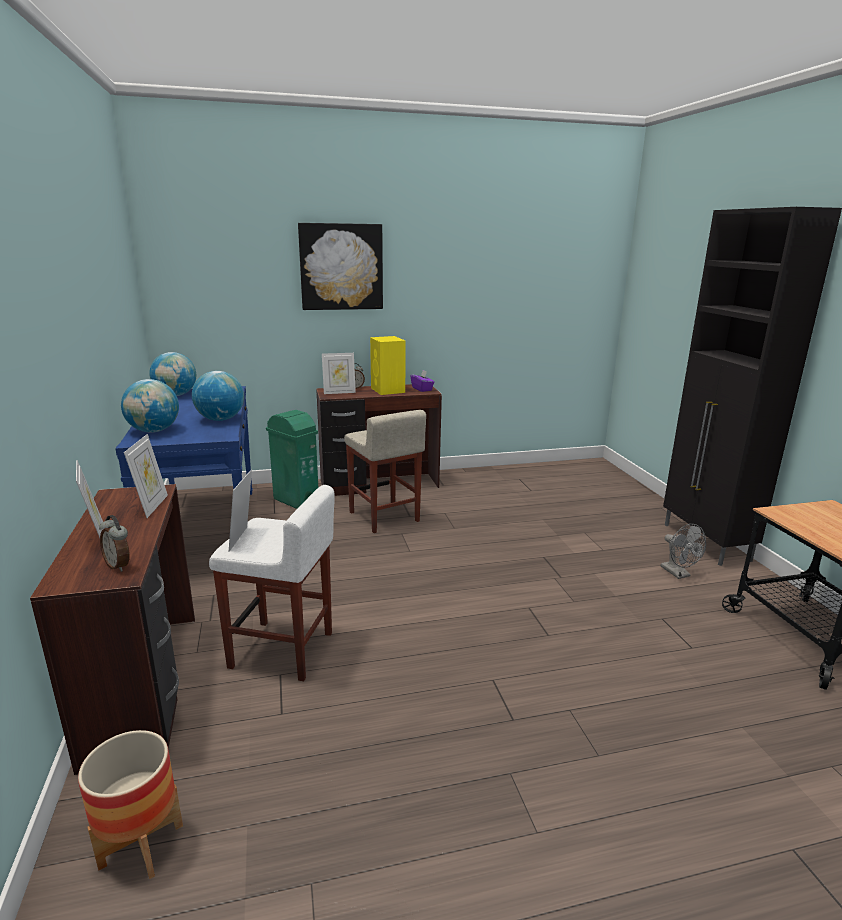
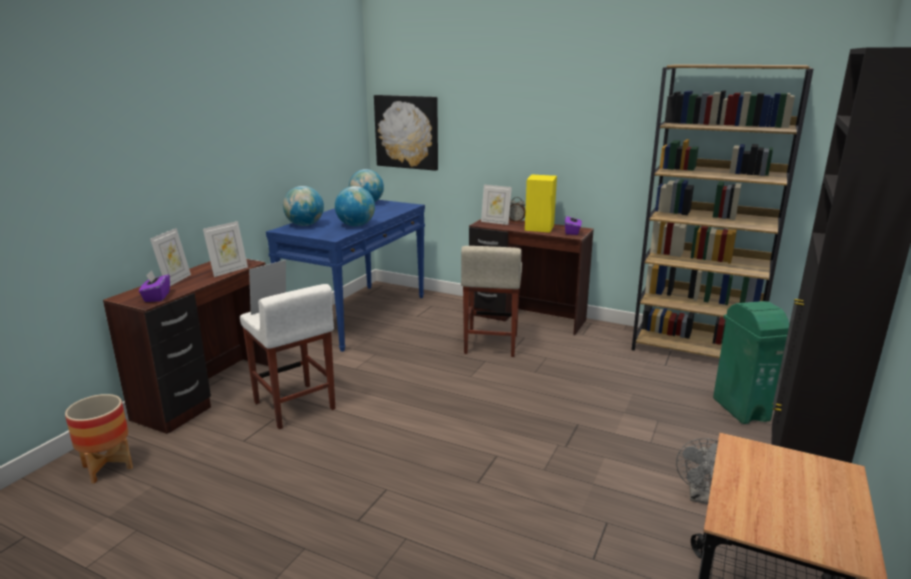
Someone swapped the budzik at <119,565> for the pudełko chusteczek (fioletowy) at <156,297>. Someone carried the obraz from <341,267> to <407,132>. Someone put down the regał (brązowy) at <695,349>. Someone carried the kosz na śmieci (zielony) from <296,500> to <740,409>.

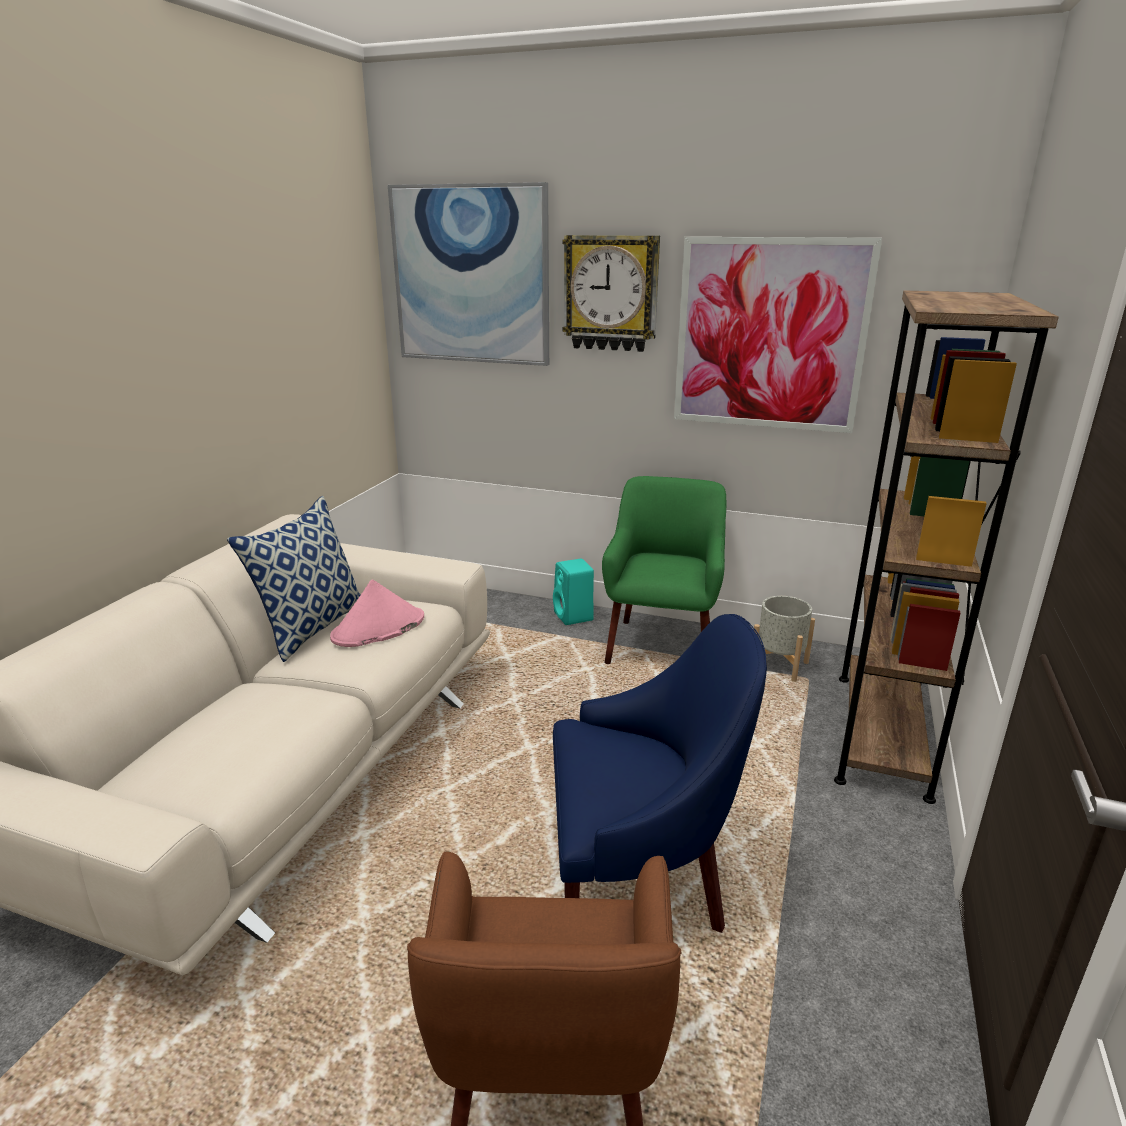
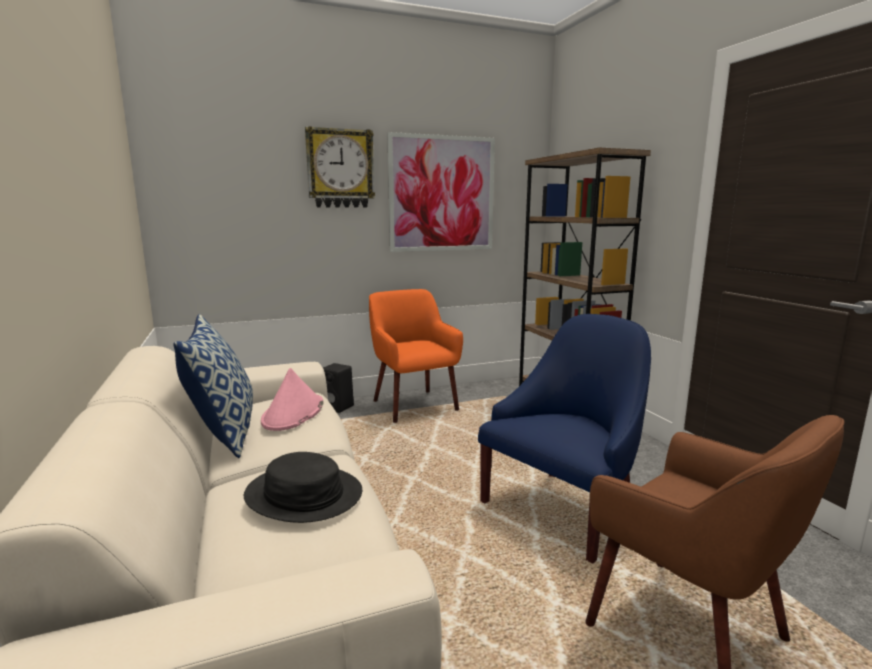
Someone put down the kapelusz (czarny) at <303,495>. Someone repainted the głośnik (turkusowy) at <574,617>, which became the głośnik (czarny) at <338,407>. Someone repainted the fotel (zielony) at <661,646>, which became the fotel (pomarańczowy) at <413,405>. Someone took away the obraz at <471,275>. Someone took away the donica (szary) at <779,666>.

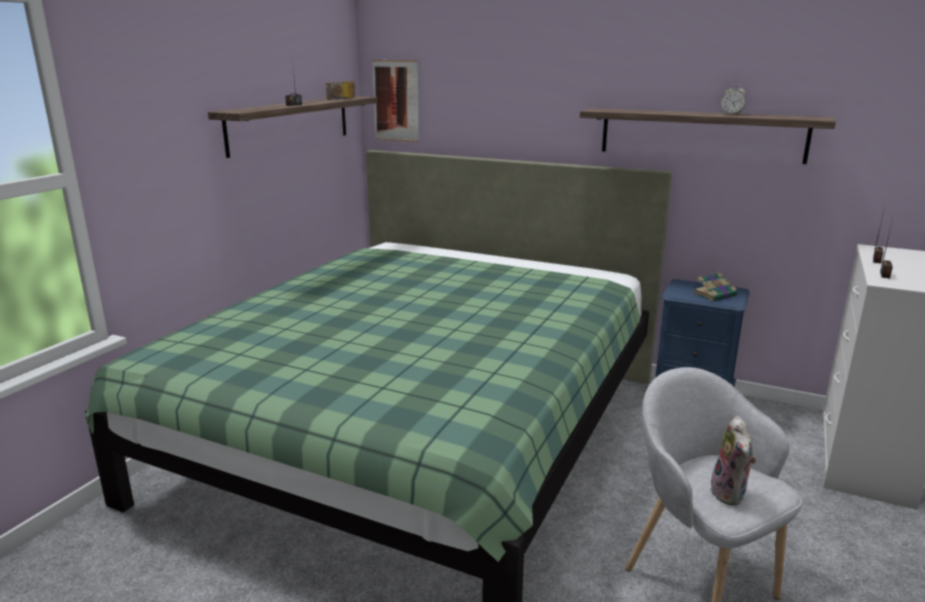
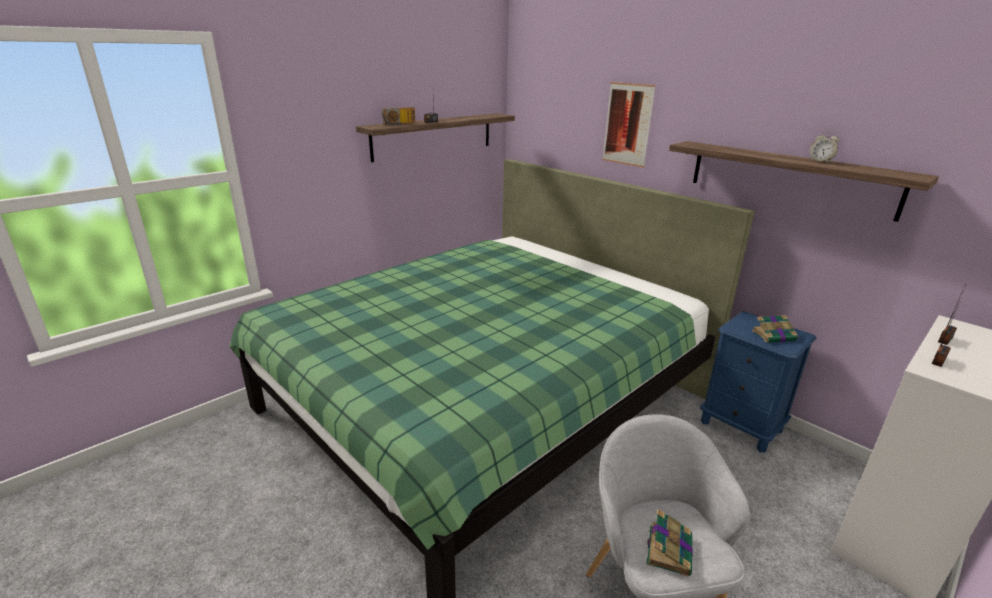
Someone carried the radio from <342,98> to <399,124>. Someone carried the obraz from <396,101> to <628,124>. Someone swapped the pluszak at <730,494> for the książka at <669,549>.

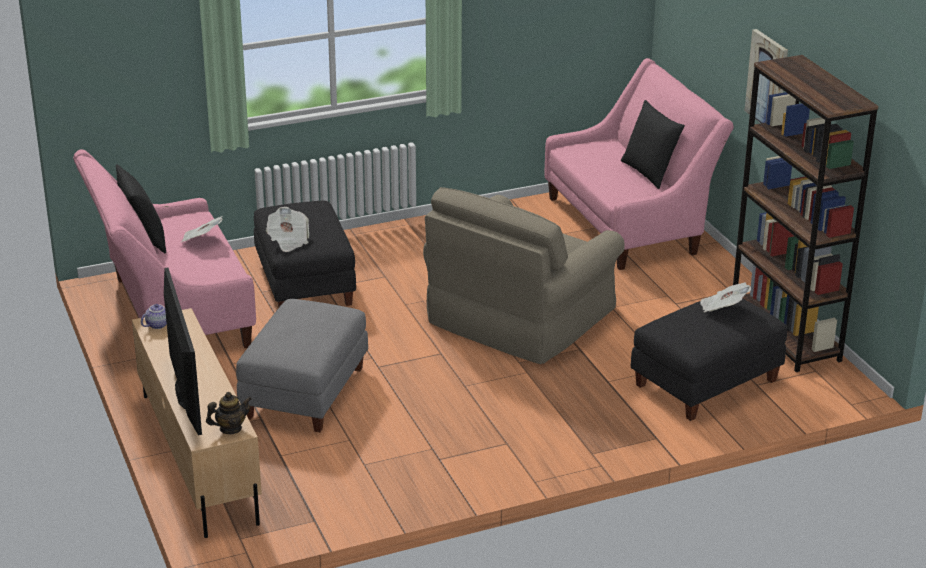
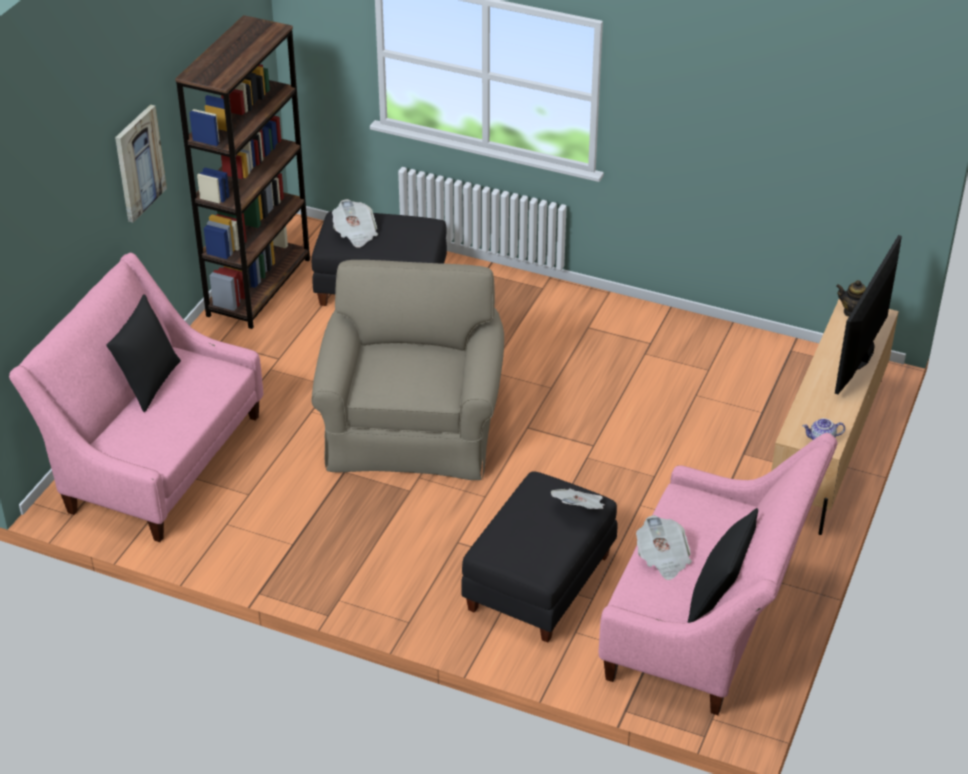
Someone rotated the fotel (beżowy) at <519,316> by 75 degrees counterclockwise. Someone took away the pufa (szary) at <304,392>.

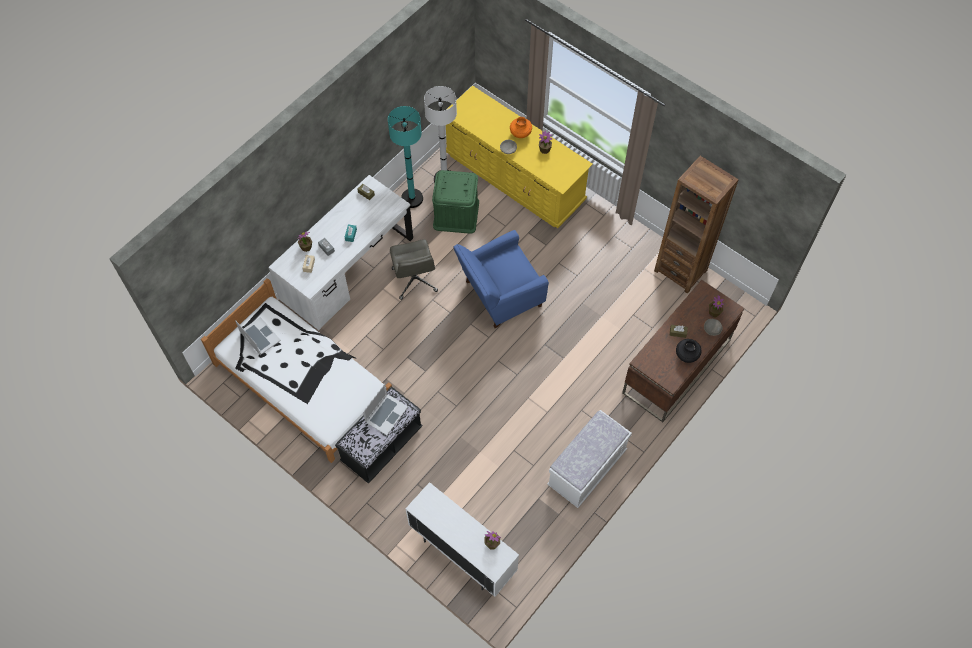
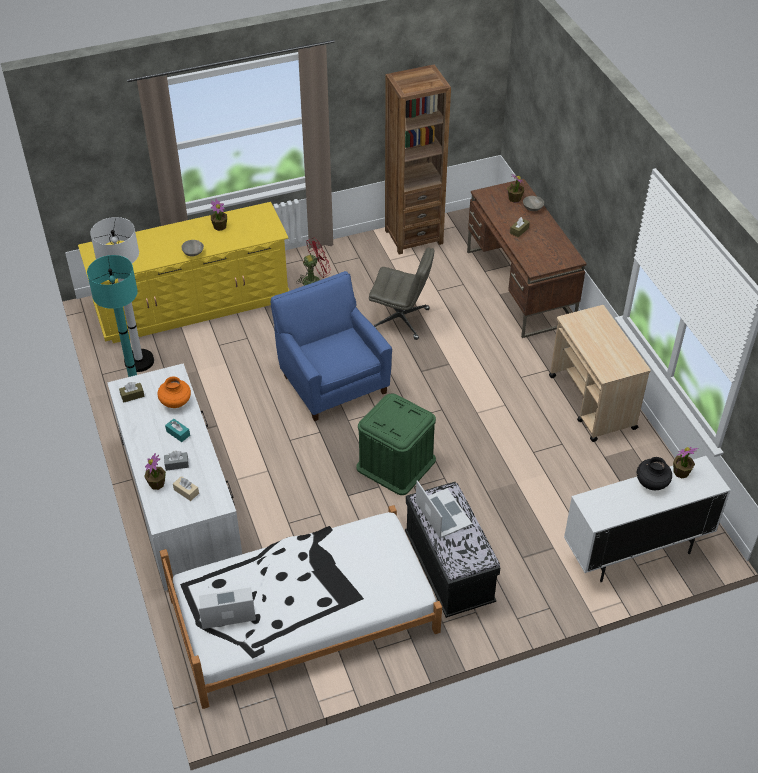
Someone carried the wazon (pomarańczowy) from <520,133> to <176,402>. Someone rotated the fotel (niebieski) at <499,295> by 150 degrees clockwise. Someone put down the wentylator (czerwony) at <315,280>. Someone carried the pojemnik do przechowywania (zielony) from <456,214> to <396,464>. Someone carried the krzesło biurowe (szary) from <415,280> to <401,320>. Someone swapped the ławka (biały) at <587,468> for the wózek (beżowy) at <592,403>. Someone carried the wazon (czarny) from <686,355> to <652,483>.

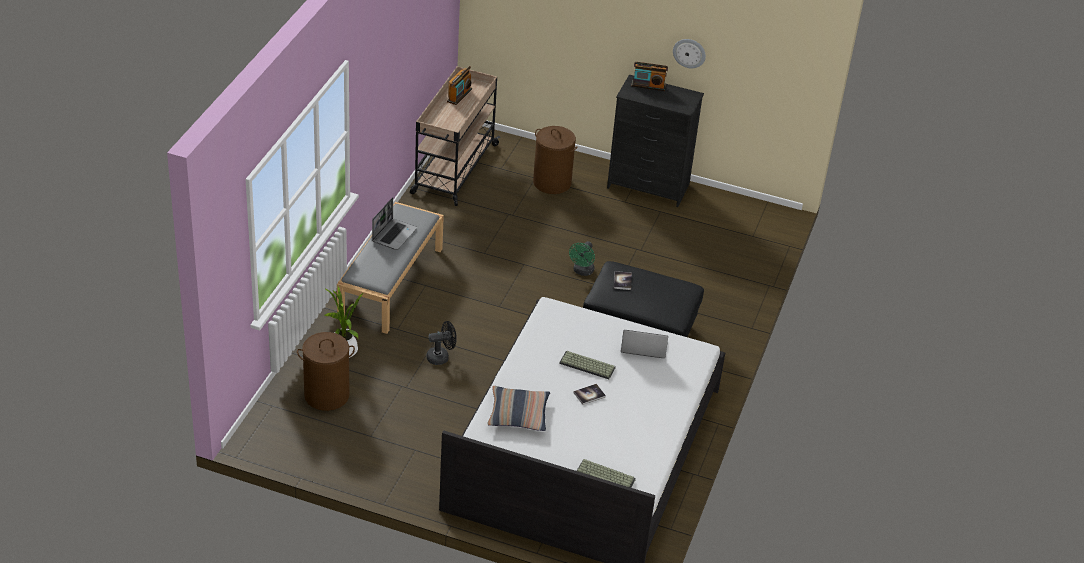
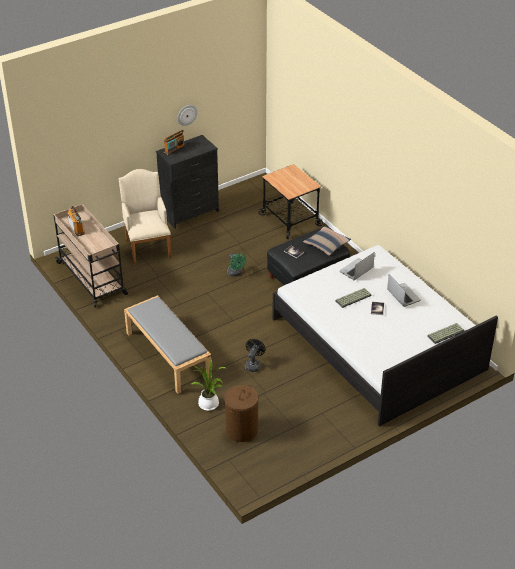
Someone swapped the kosz na pranie (brązowy) at <552,183> for the fotel (beżowy) at <147,246>. Someone put down the wózek at <290,220>. Someone carried the poduszka from <518,414> to <326,244>. Someone carried the laptop from <394,235> to <403,295>.

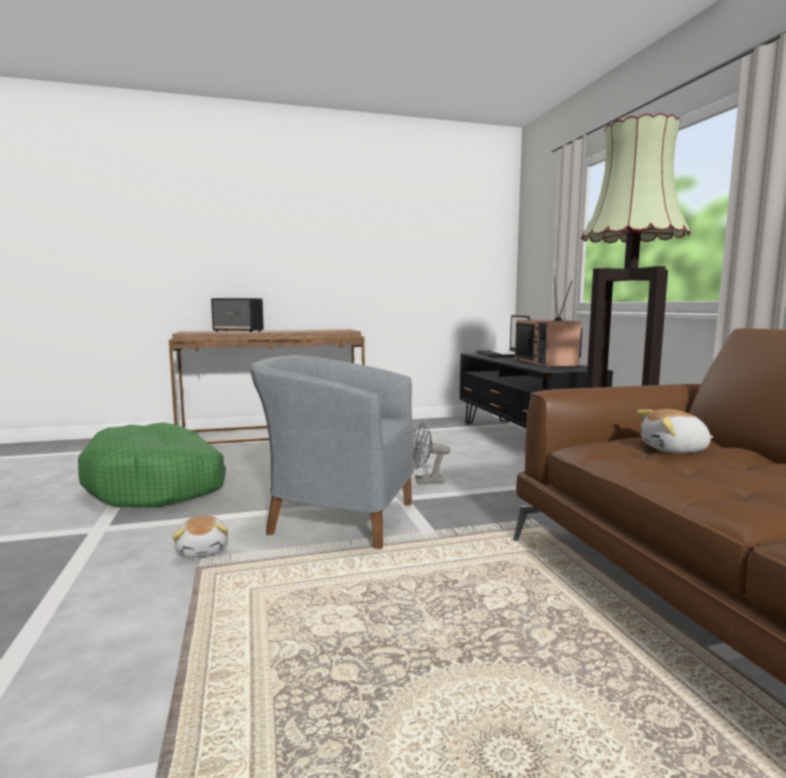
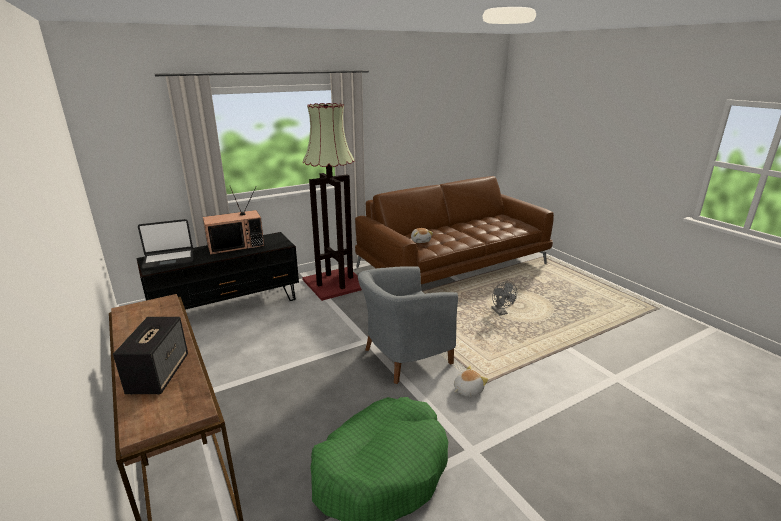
Someone rotated the fotel (szary) at <336,517> by 60 degrees clockwise. Someone carried the wentylator (szary) from <424,481> to <501,312>.

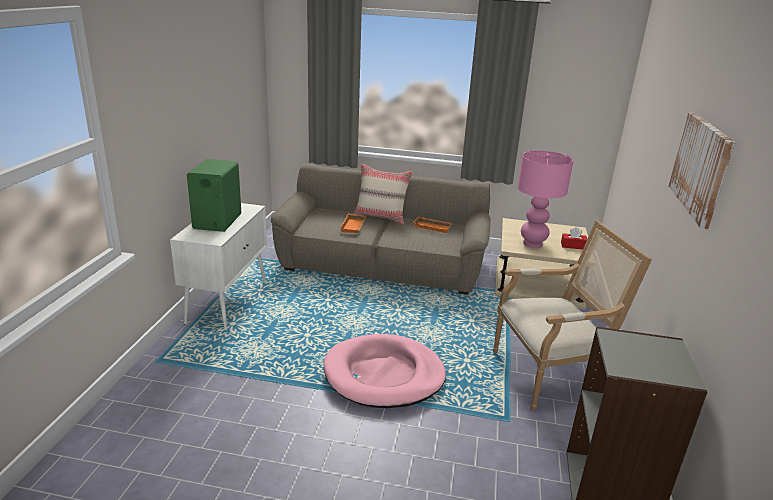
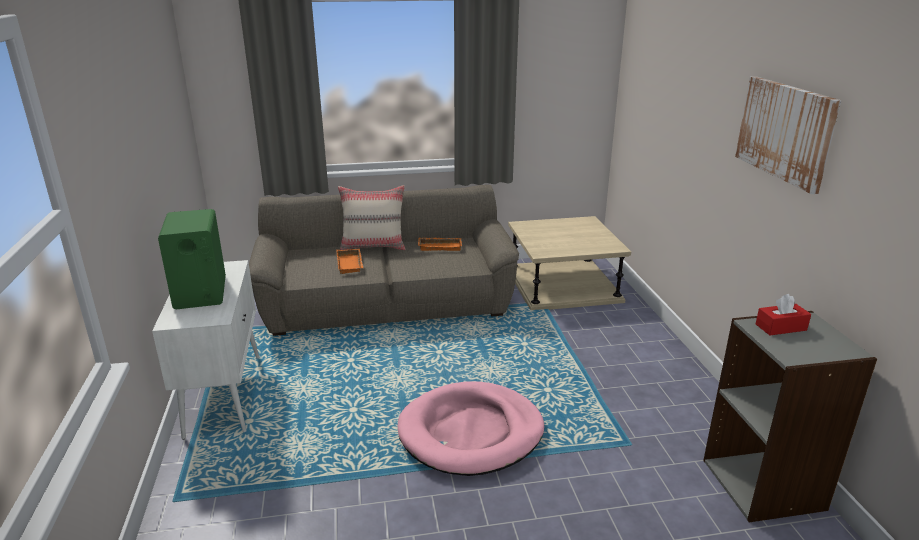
Someone carried the pudełko chusteczek (czerwony) from <573,246> to <781,327>. Someone took away the fotel at <550,375>. Someone took away the lampa stołowa (różowy) at <532,243>.

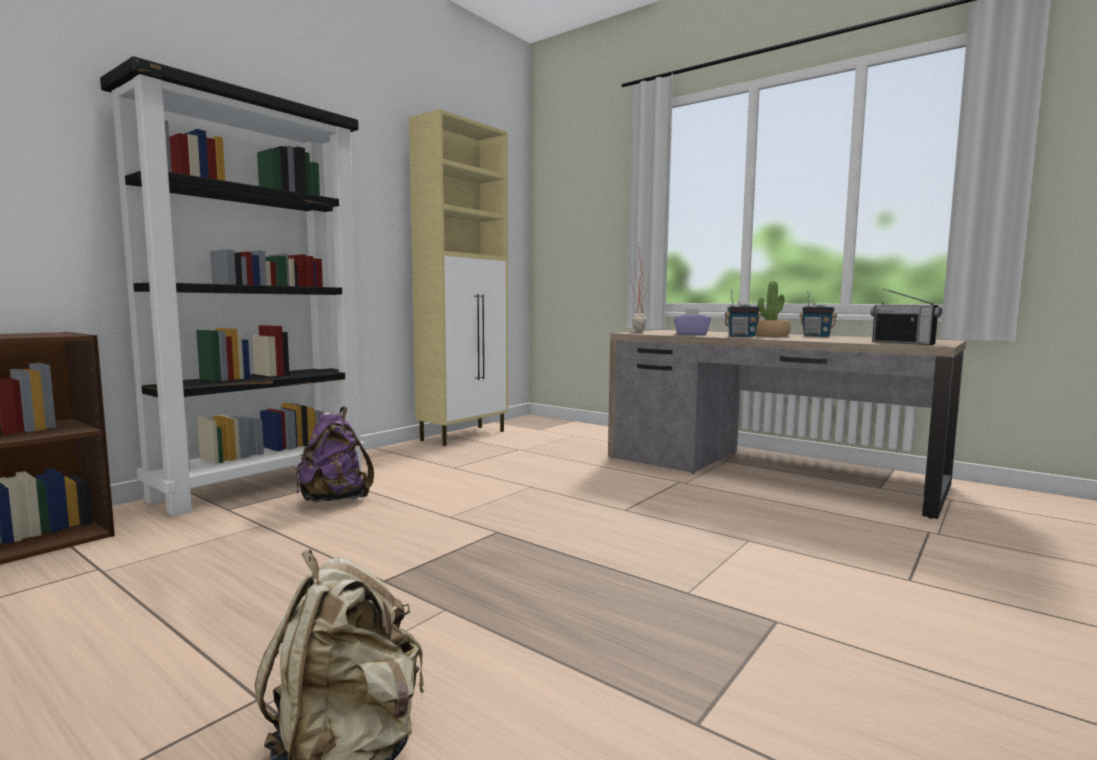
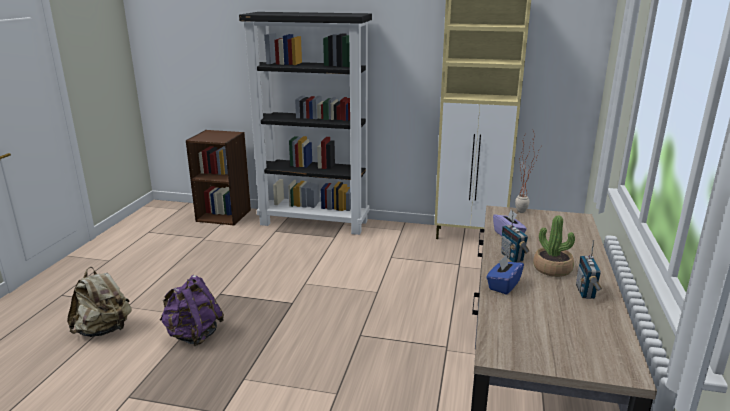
Someone carried the plecak (fioletowy) from <334,500> to <193,335>. Someone put down the pudełko chusteczek (niebieski) at <503,285>. Someone took away the radio at <903,343>.

